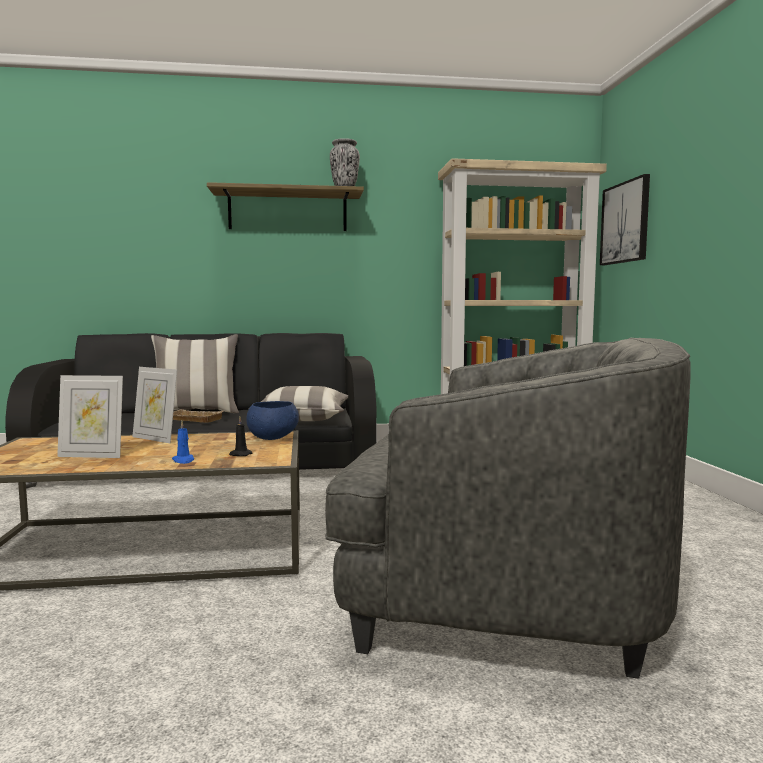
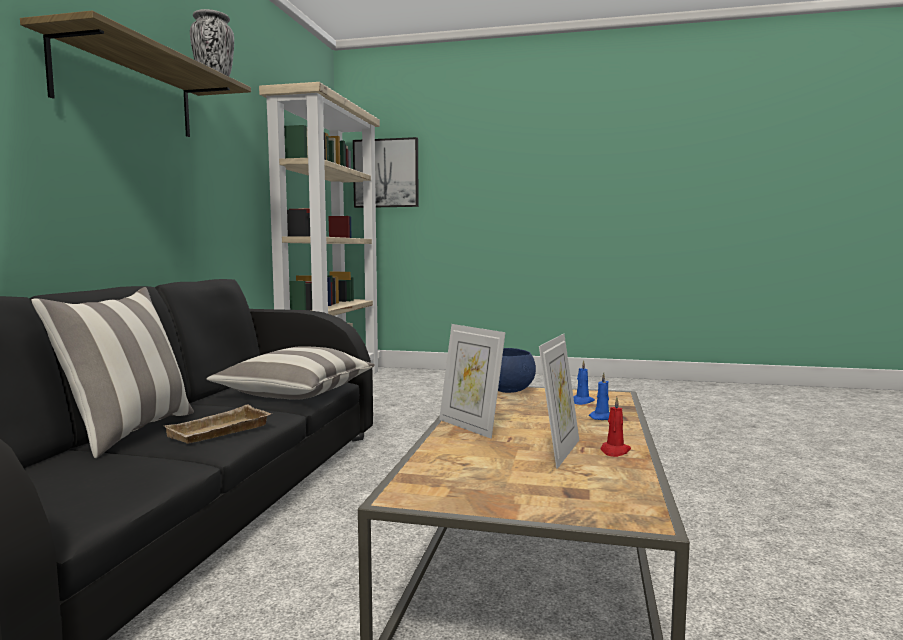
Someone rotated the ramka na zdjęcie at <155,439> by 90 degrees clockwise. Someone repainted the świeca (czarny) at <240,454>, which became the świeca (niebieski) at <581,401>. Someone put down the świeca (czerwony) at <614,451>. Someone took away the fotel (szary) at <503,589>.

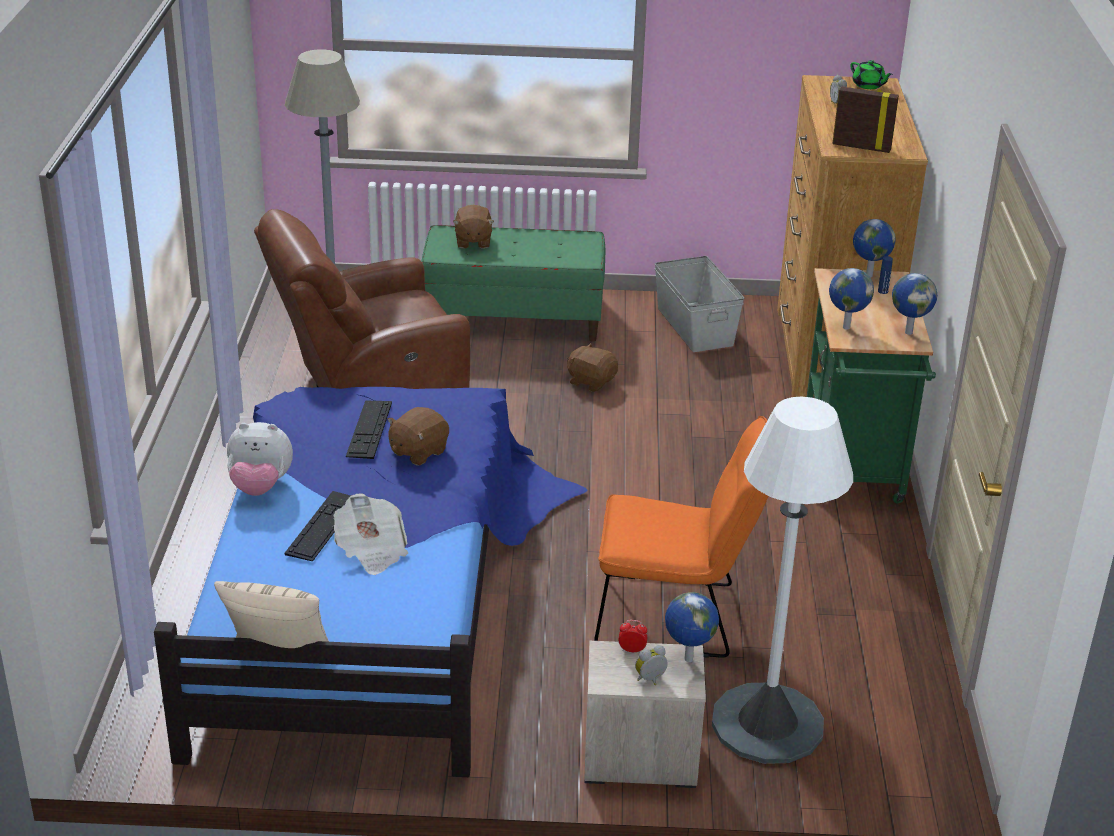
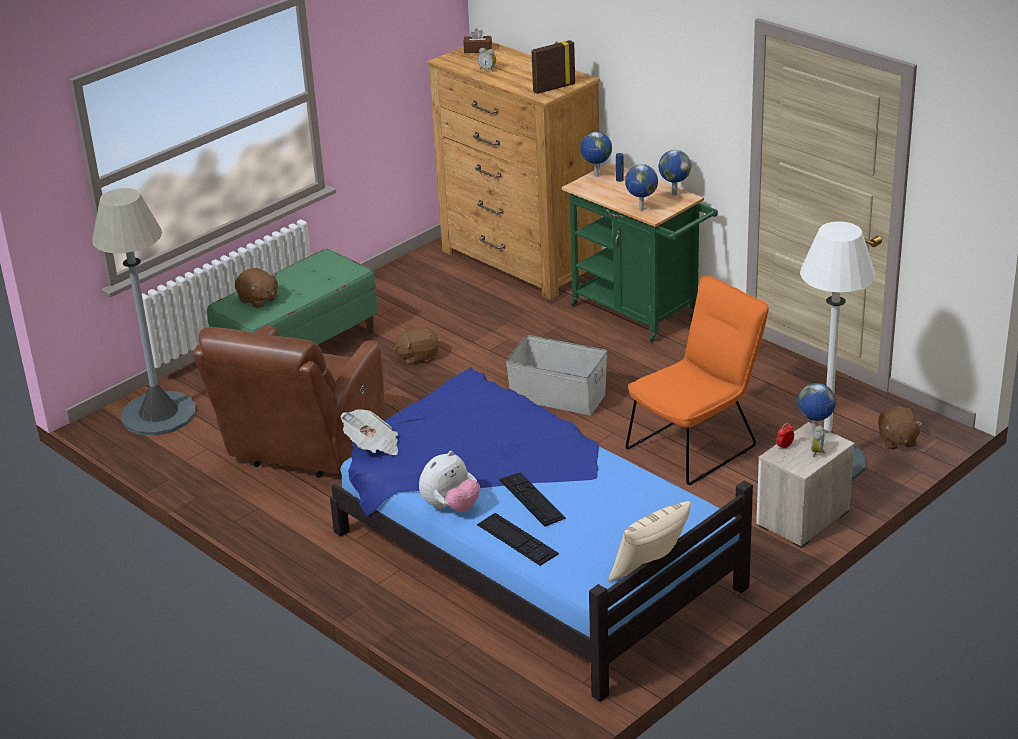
Someone carried the gazeta from <371,551> to <372,446>. Someone swapped the imbryk (zielony) at <868,85> for the pudełko chusteczek (brązowy) at <478,50>. Someone carried the klawiatura from <369,429> to <517,539>. Someone carried the pojemnik do przechowywania (szary) from <694,327> to <558,397>. Someone carried the pluszak (brązowy) from <418,452> to <897,441>.

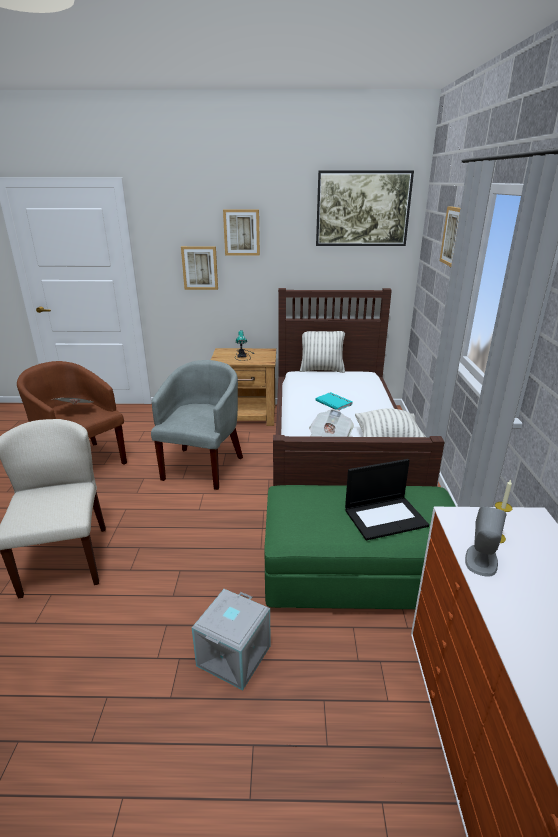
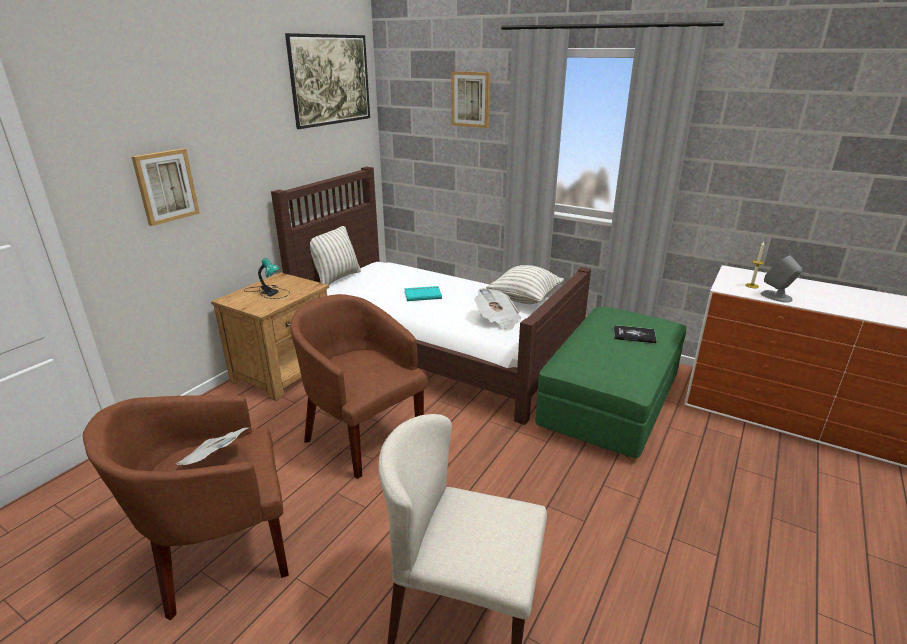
Someone repainted the fotel (szary) at <203,466>, which became the fotel (brązowy) at <362,436>. Someone swapped the laptop at <385,517> for the książka at <634,335>. Someone took away the pojemnik do przechowywania (szary) at <234,656>. Someone took away the obraz at <241,232>.

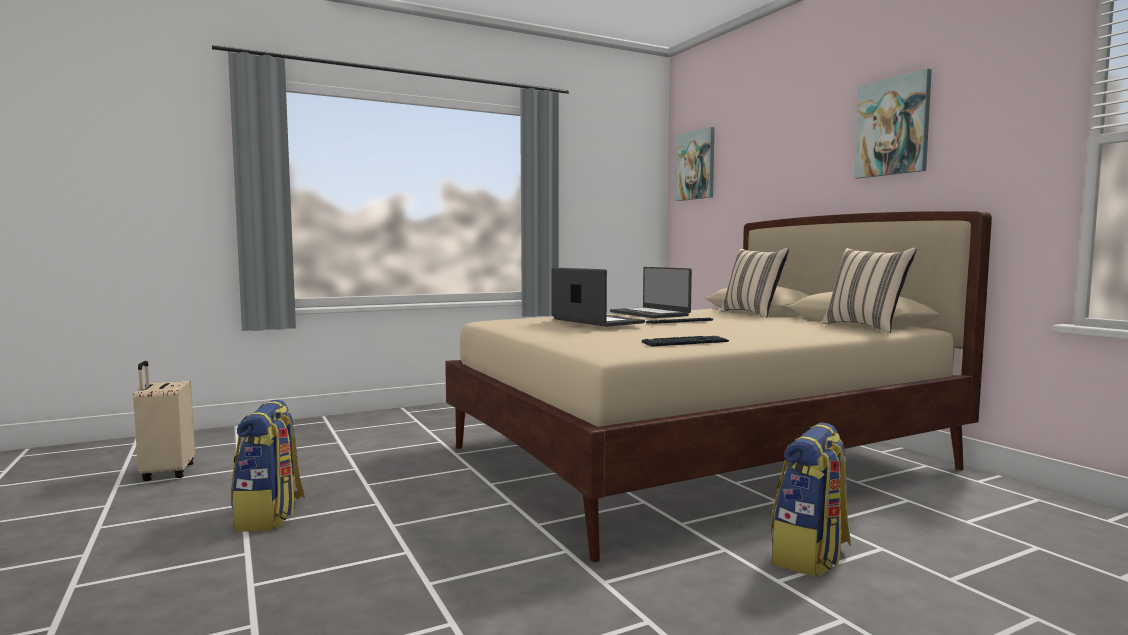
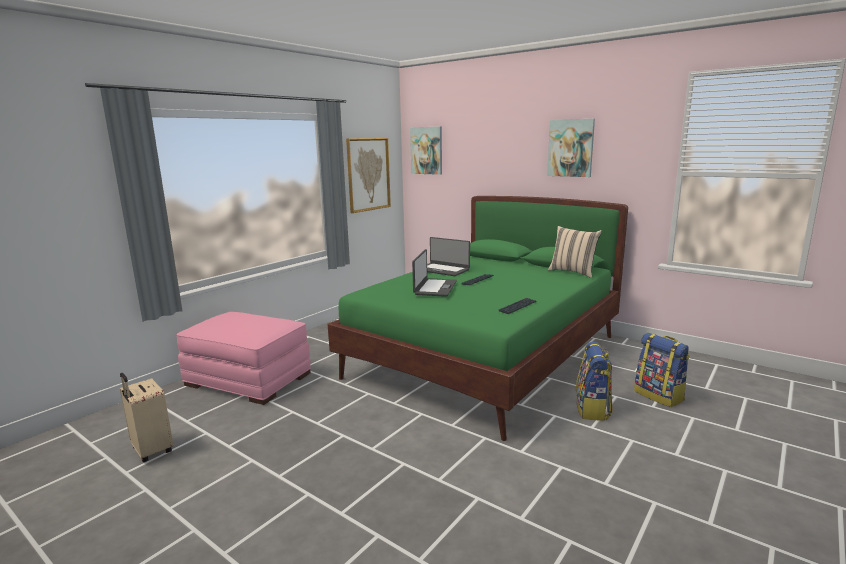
Someone put down the pufa (różowy) at <249,379>. Someone repainted the łóżko (beżowy) at <697,458>, which became the łóżko (zielony) at <486,356>. Someone put up the obraz at <368,174>. Someone rotated the laptop at <595,321> by 75 degrees clockwise. Someone carried the plecak from <270,516> to <659,396>. Someone took away the poduszka (beżowy) at <753,314>.

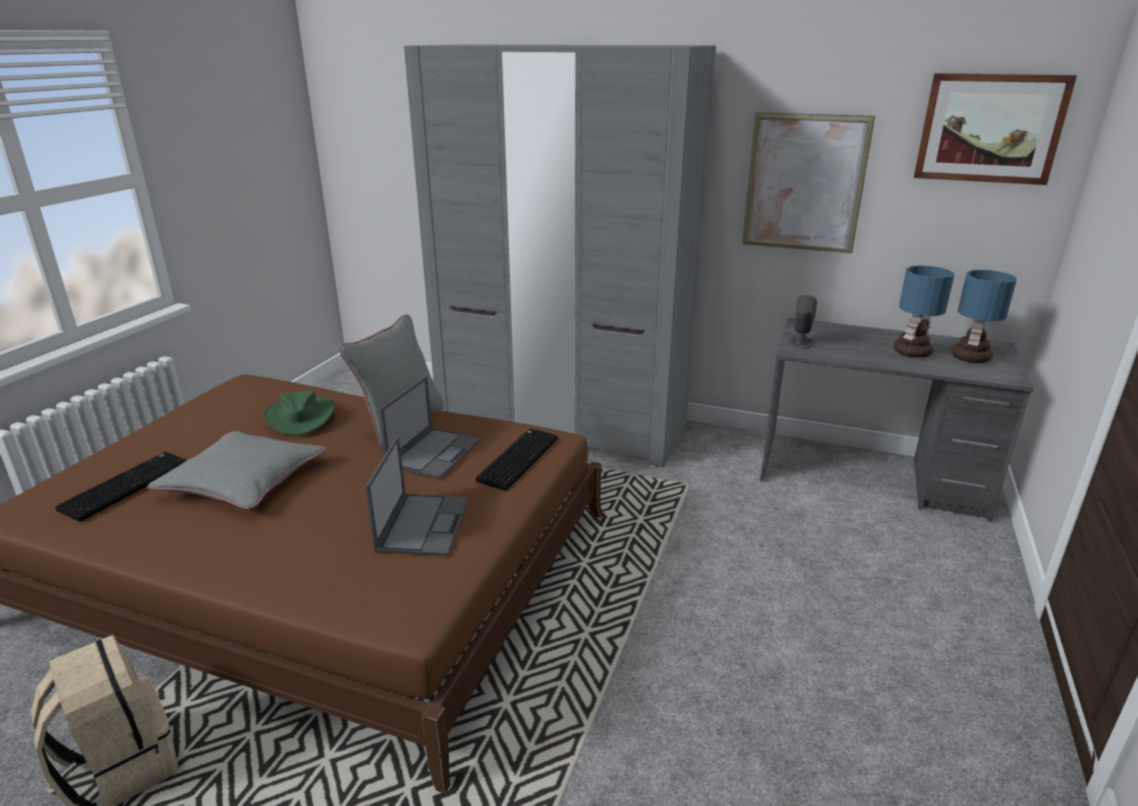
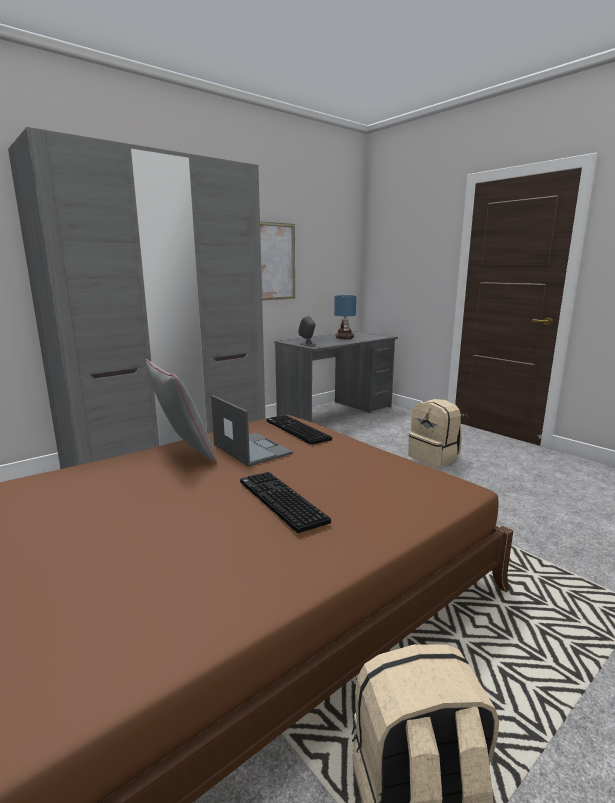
Someone carried the klawiatura from <126,485> to <279,501>. Someone put down the plecak (beżowy) at <434,458>. Someone took away the poduszka (szary) at <243,479>. Someone took away the kapelusz (zielony) at <300,416>. Someone took away the laptop at <423,524>. Someone took away the obraz at <990,128>. Someone took away the lampa stołowa at <971,358>.

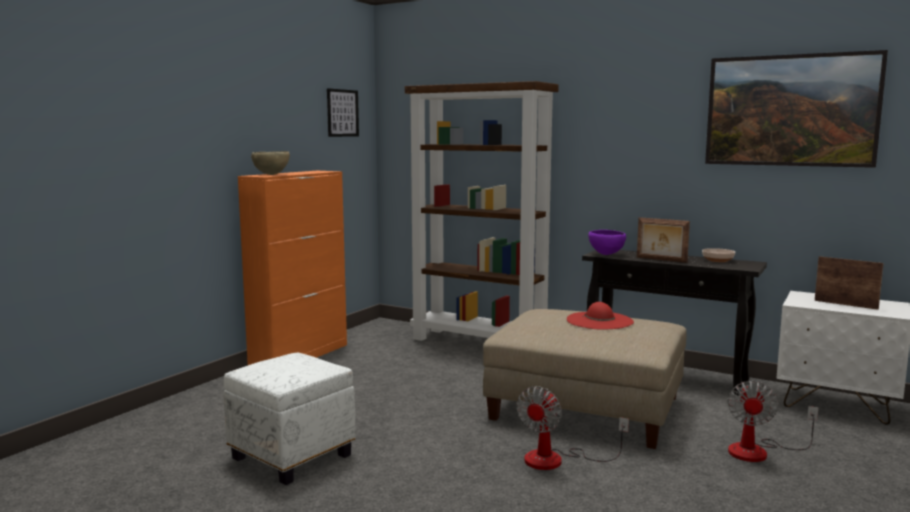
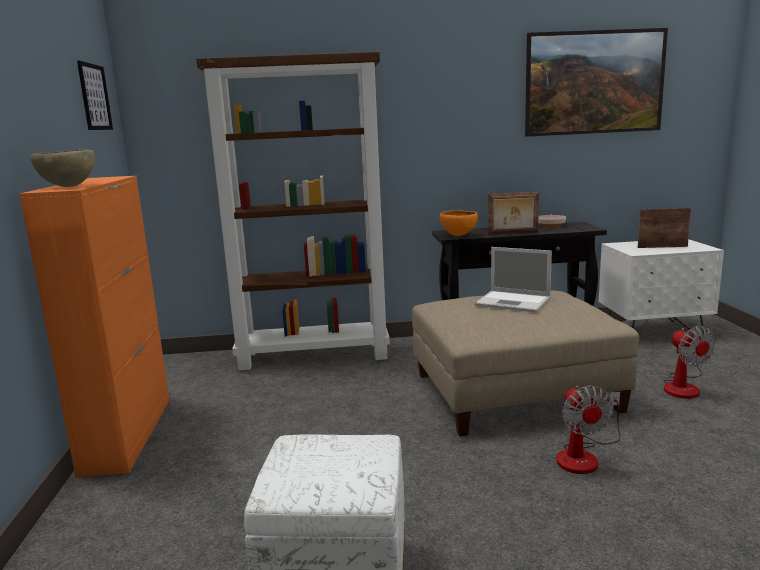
Someone repainted the miska (fioletowy) at <606,254>, which became the miska (pomarańczowy) at <458,236>. Someone swapped the kapelusz (czerwony) at <600,321> for the laptop at <514,302>.

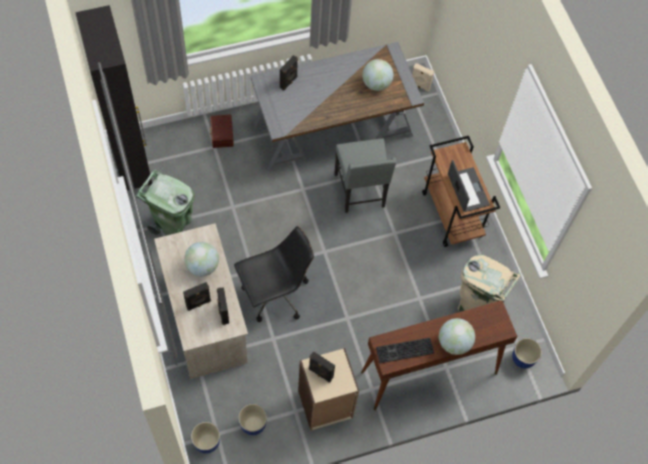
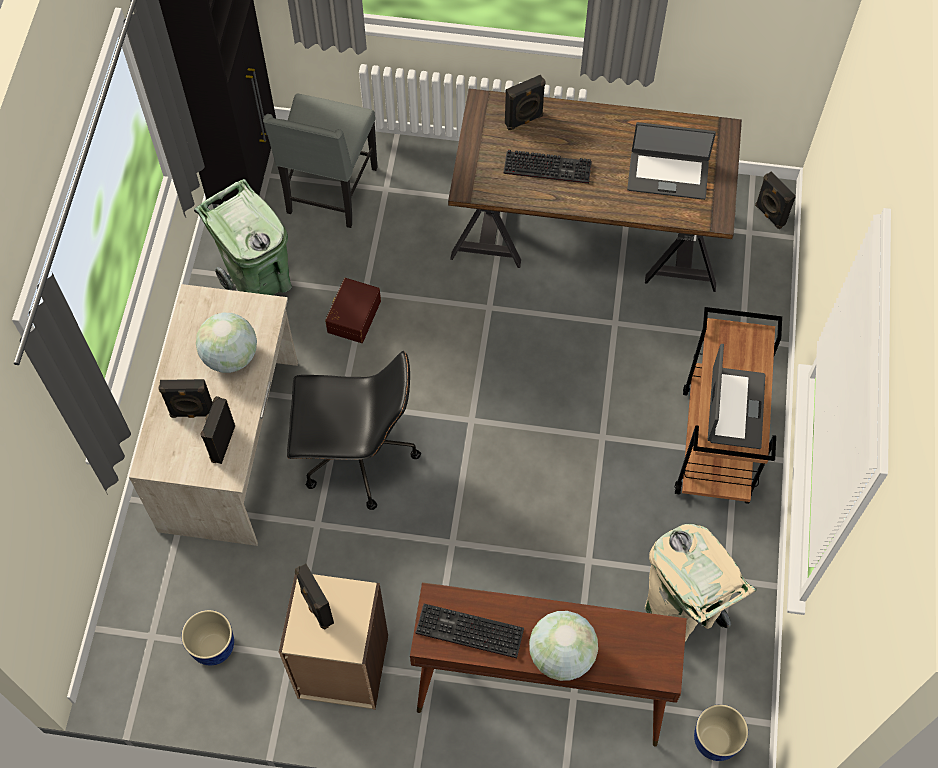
Someone carried the krzesło (szary) from <360,191> to <330,192>. Someone carried the pojemnik do przechowywania (brązowy) from <221,135> to <352,316>. Someone repainted the biurko (szary) at <333,129>, which became the biurko (brązowy) at <587,231>. Someone put down the klawiatura at <549,167>. Someone swapped the globus at <376,84> for the laptop at <668,174>. Someone repainted the głośnik (beżowy) at <420,86>, which became the głośnik (czarny) at <769,215>. Someone took away the donica at <206,443>.

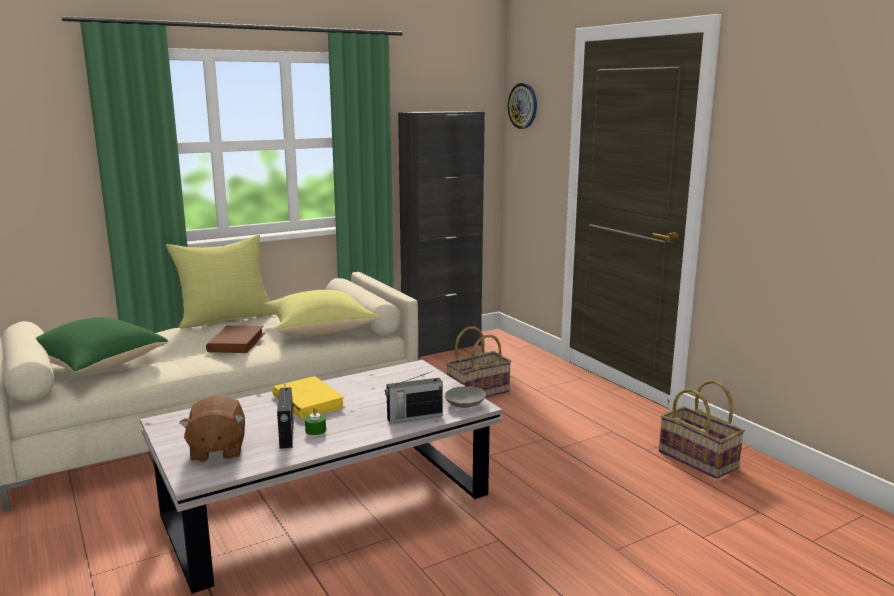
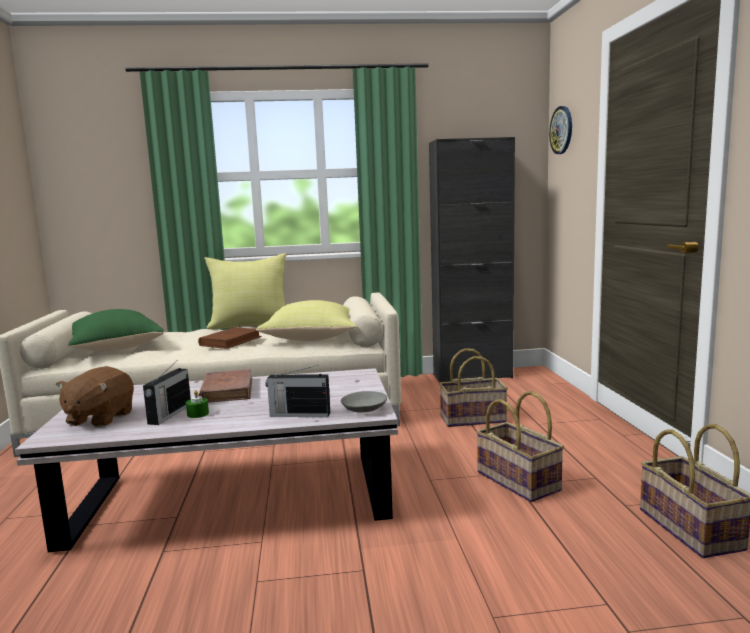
Someone repainted the książka (żółty) at <308,401>, which became the książka (brązowy) at <227,390>. Someone put down the koszyk at <519,481>.

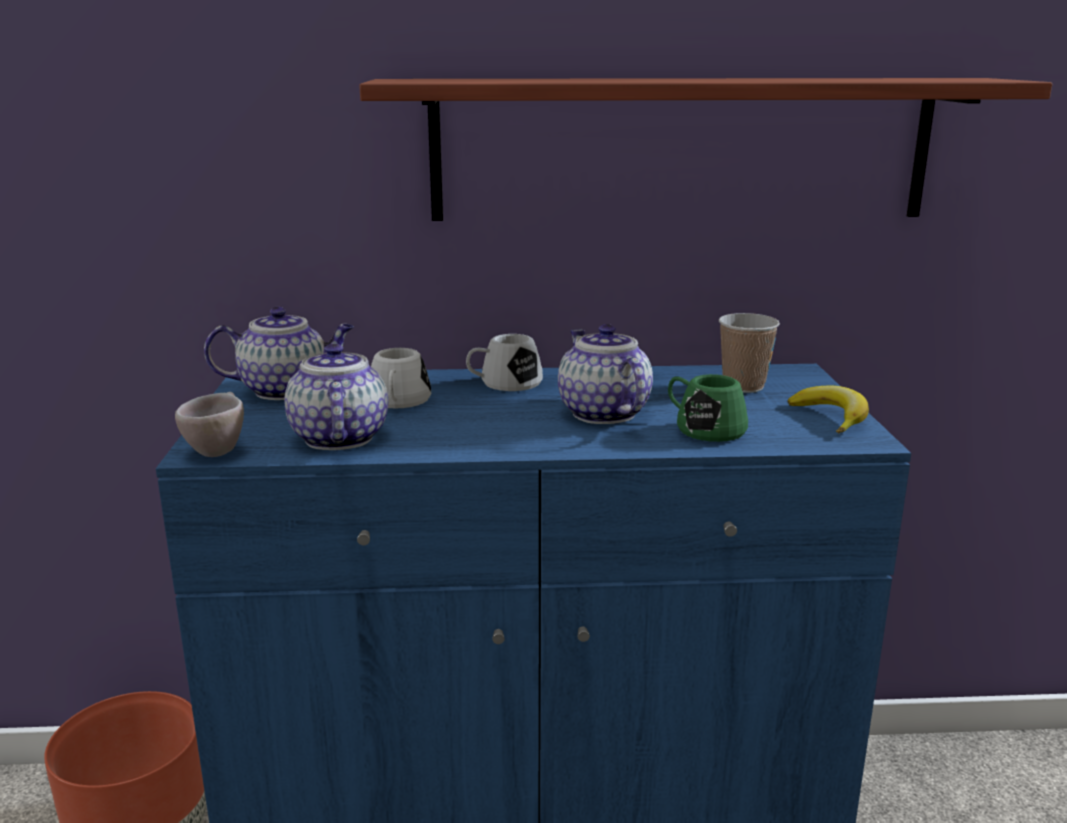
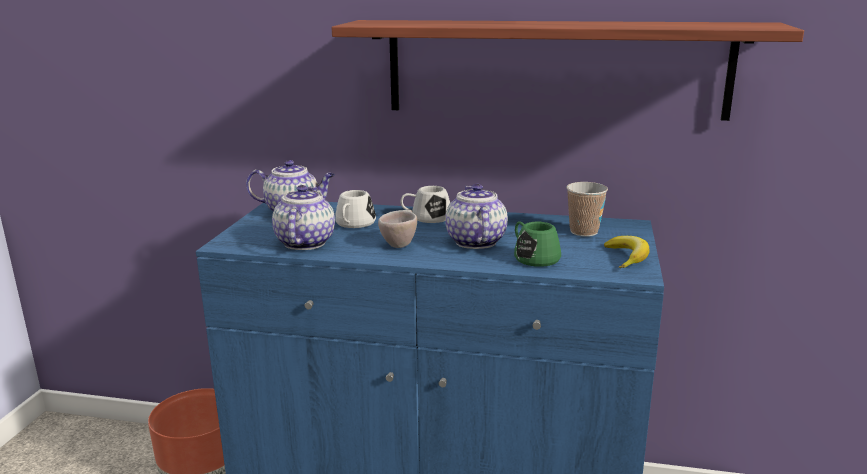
Someone carried the filiżanka (beżowy) from <218,449> to <400,244>.

